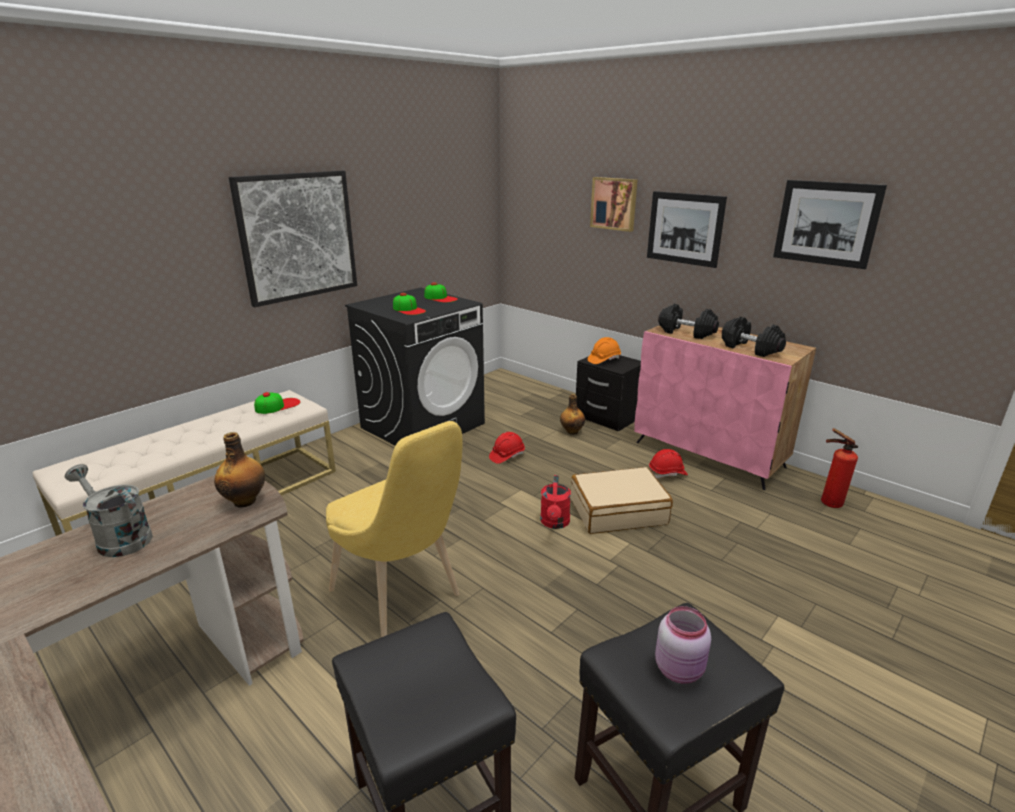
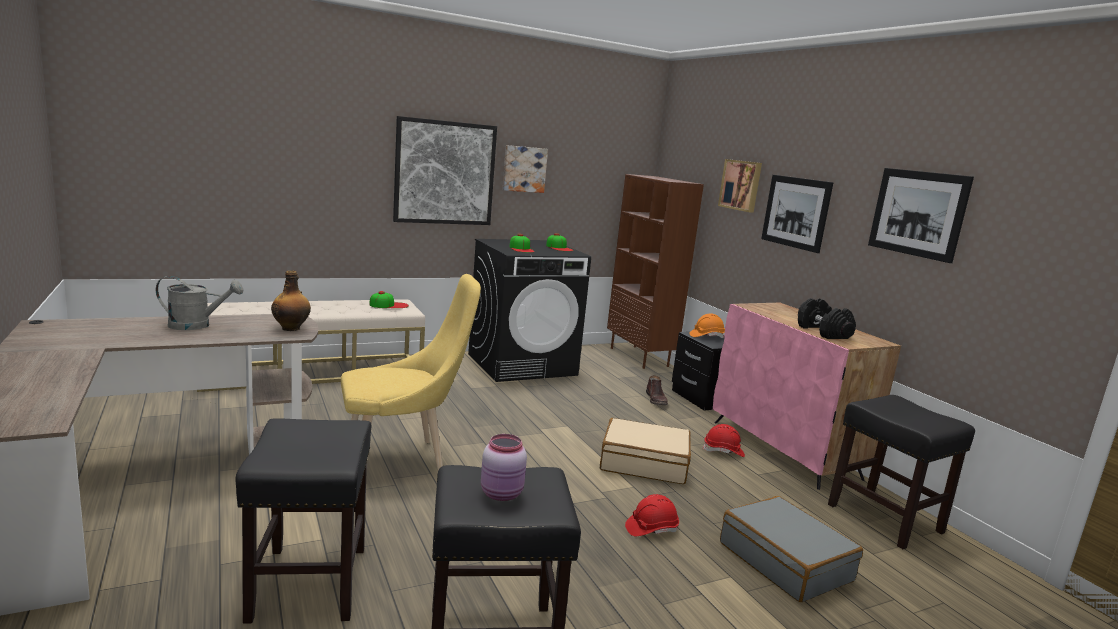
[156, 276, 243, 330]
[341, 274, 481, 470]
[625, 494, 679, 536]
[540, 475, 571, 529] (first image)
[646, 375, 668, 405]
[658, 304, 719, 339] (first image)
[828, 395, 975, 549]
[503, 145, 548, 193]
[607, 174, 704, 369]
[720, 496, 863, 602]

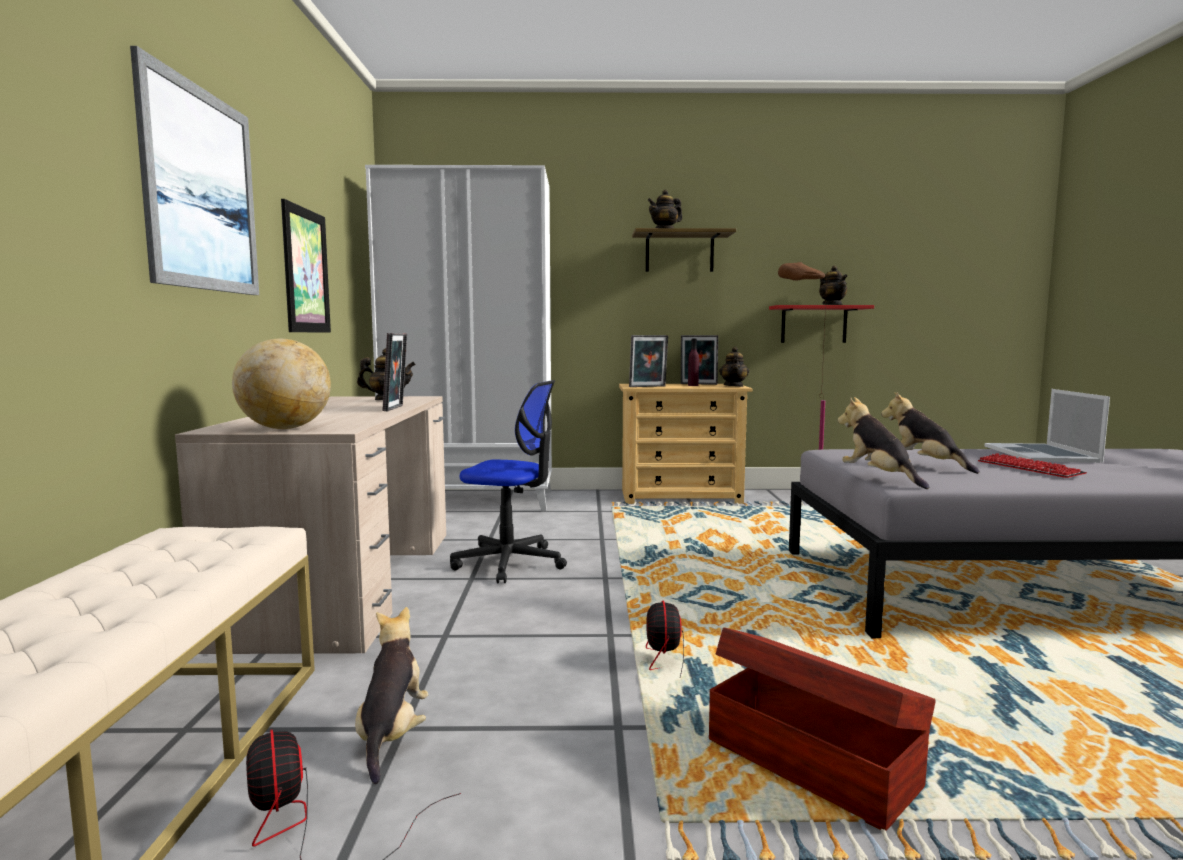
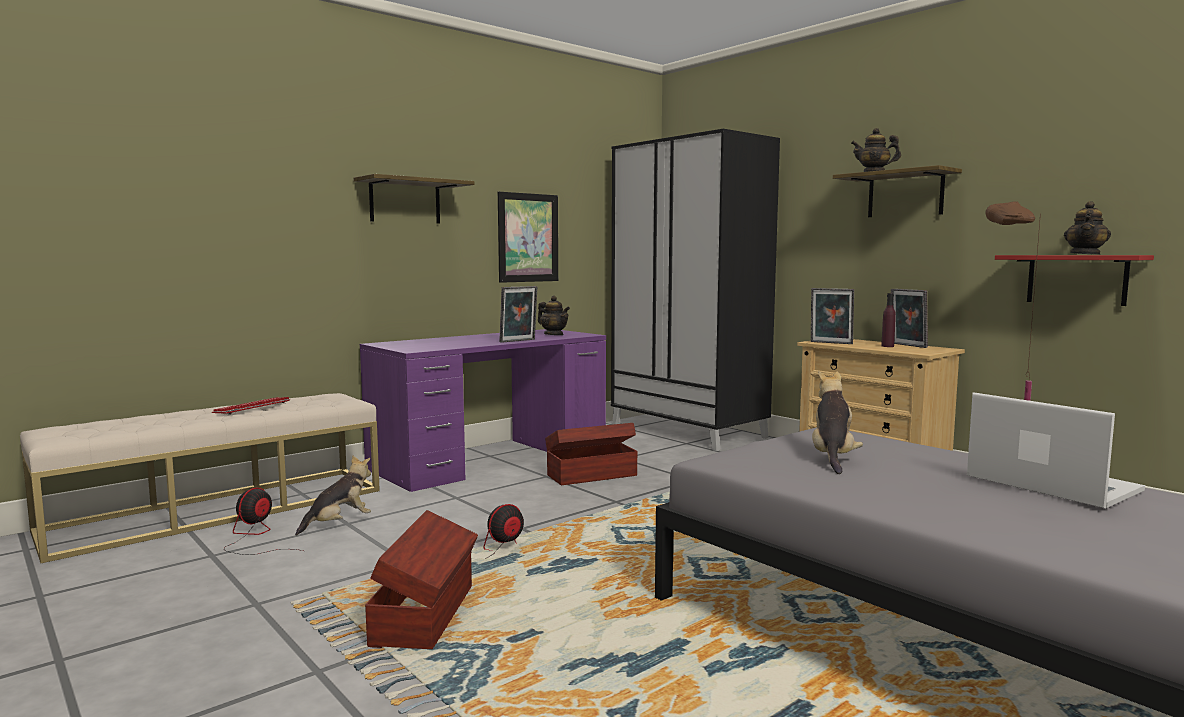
[354, 174, 475, 223]
[360, 329, 606, 492]
[232, 339, 331, 429] (first image)
[611, 129, 780, 451]
[545, 423, 637, 485]
[719, 347, 749, 387] (first image)
[838, 397, 930, 489] (first image)
[212, 397, 290, 415]
[967, 392, 1145, 508]

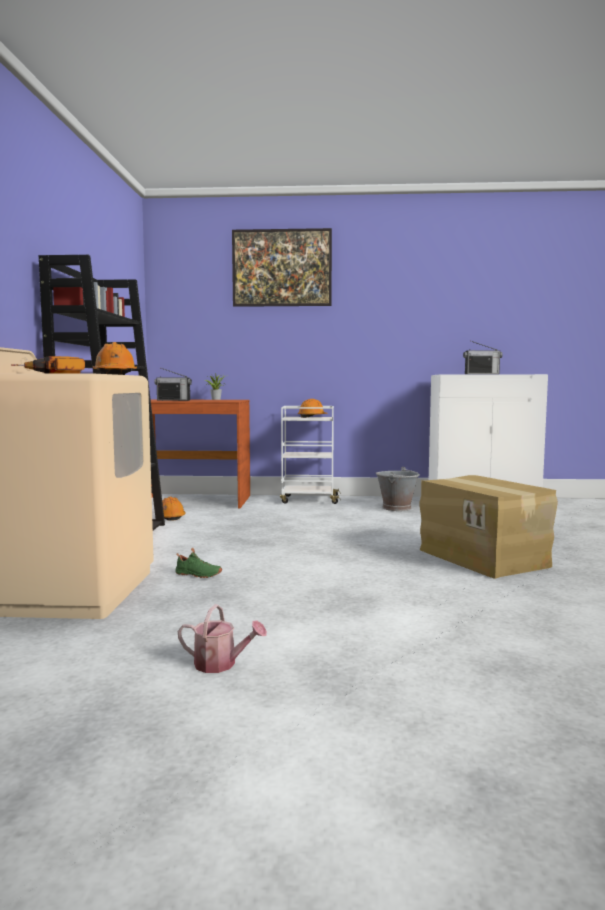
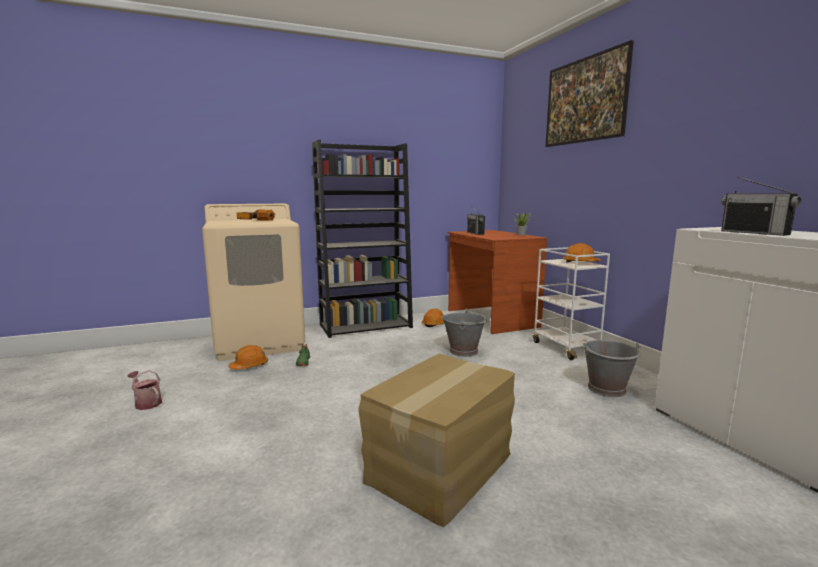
[229, 345, 268, 369]
[127, 370, 162, 410]
[441, 308, 487, 357]

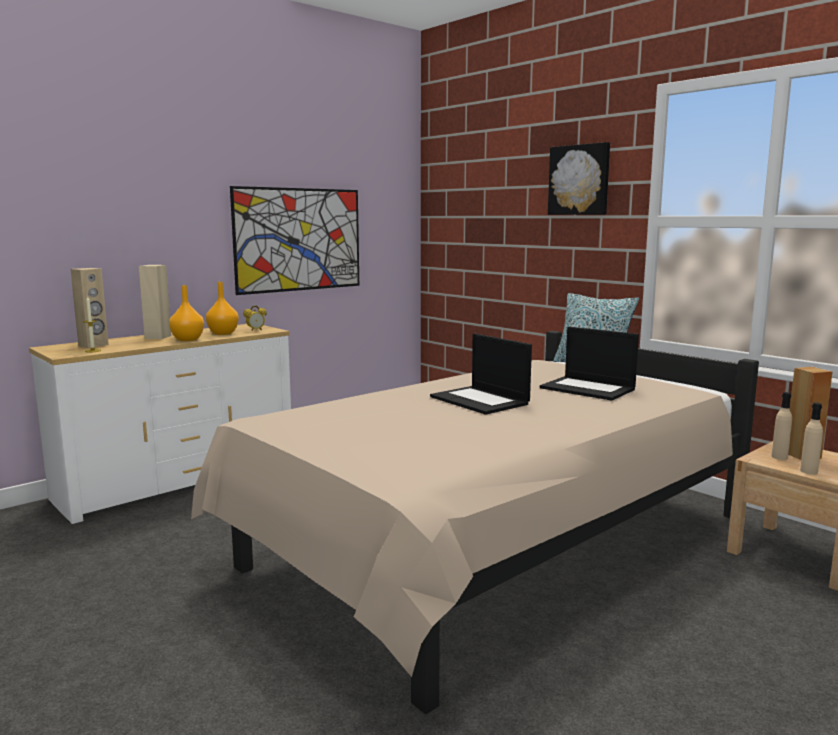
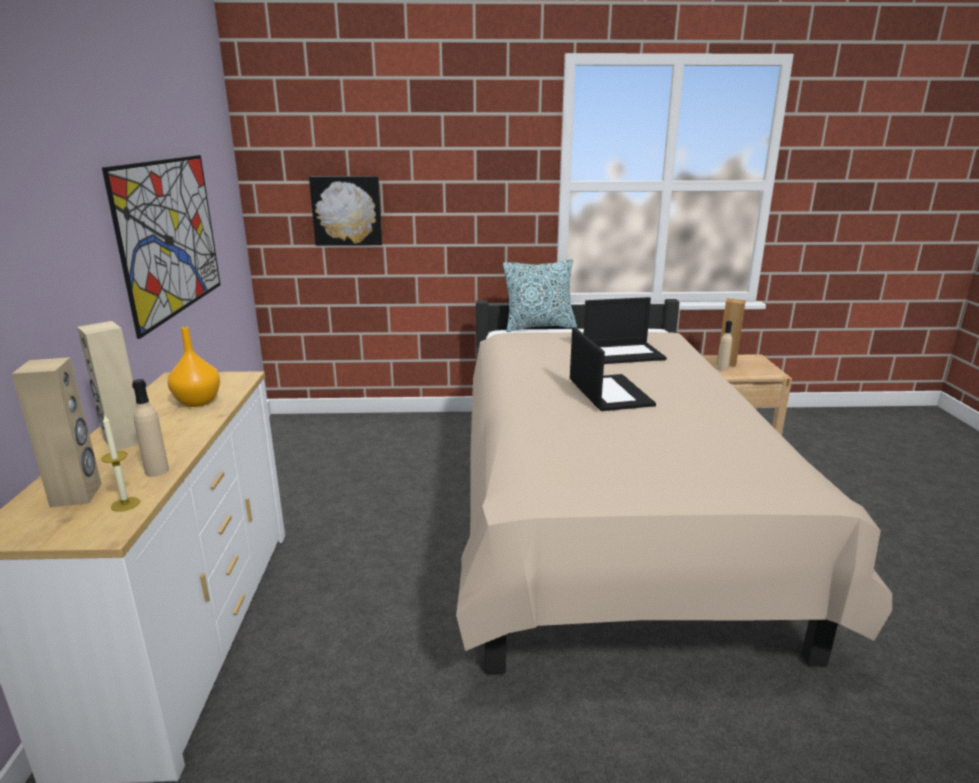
[169, 285, 204, 341] (first image)
[243, 305, 267, 331] (first image)
[570, 327, 656, 411]
[309, 176, 382, 246]
[132, 379, 169, 477]

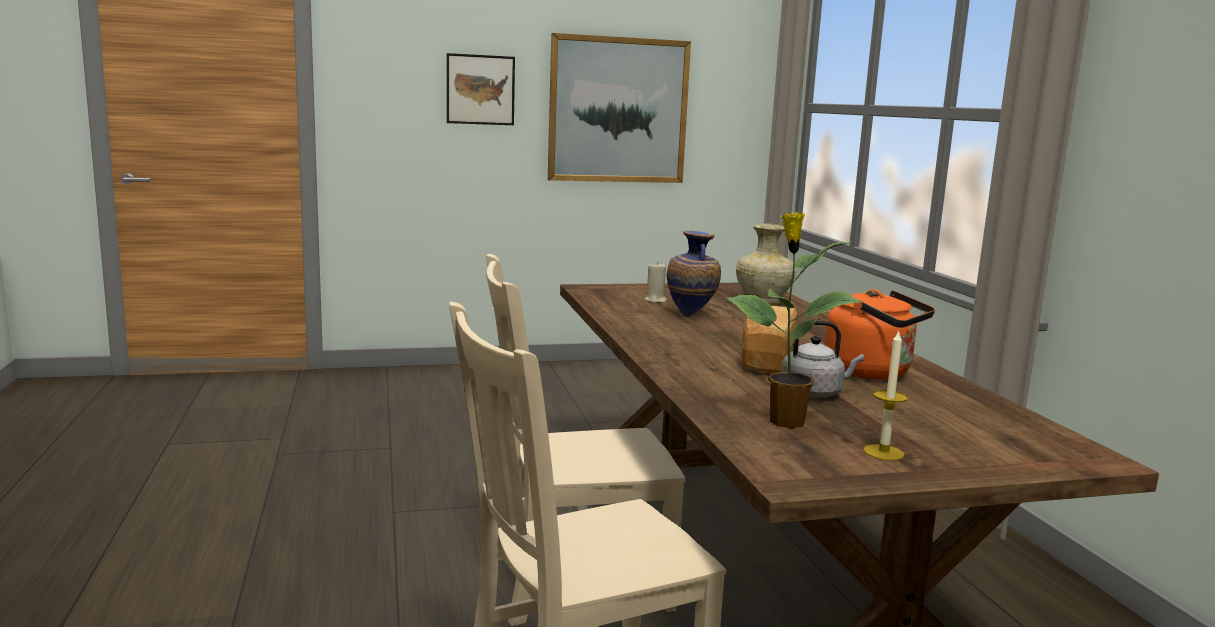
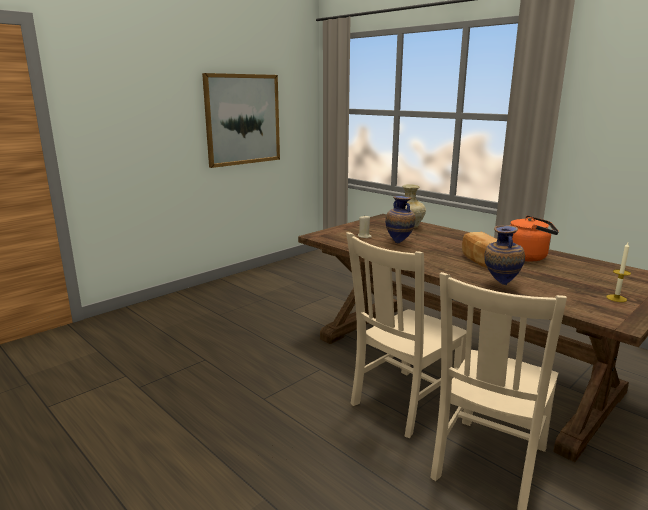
[447, 53, 515, 125] (first image)
[726, 212, 863, 428] (first image)
[781, 320, 864, 398] (first image)
[484, 225, 525, 285]

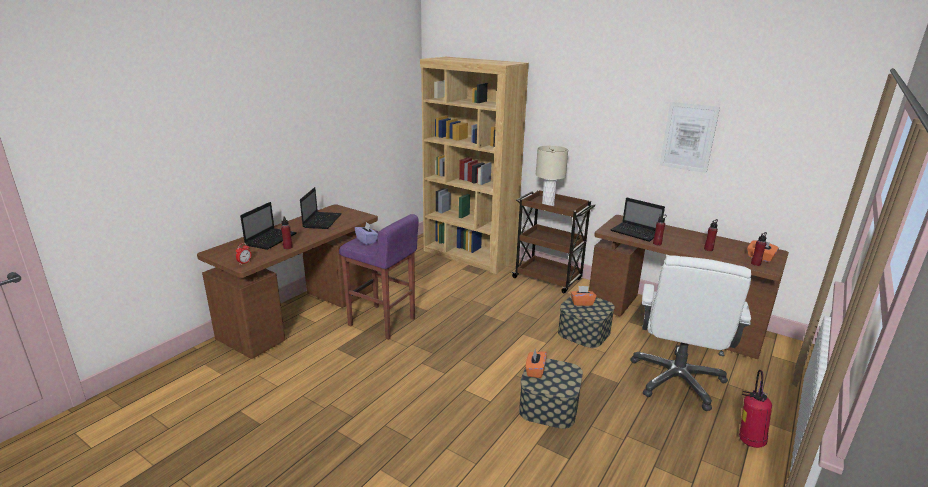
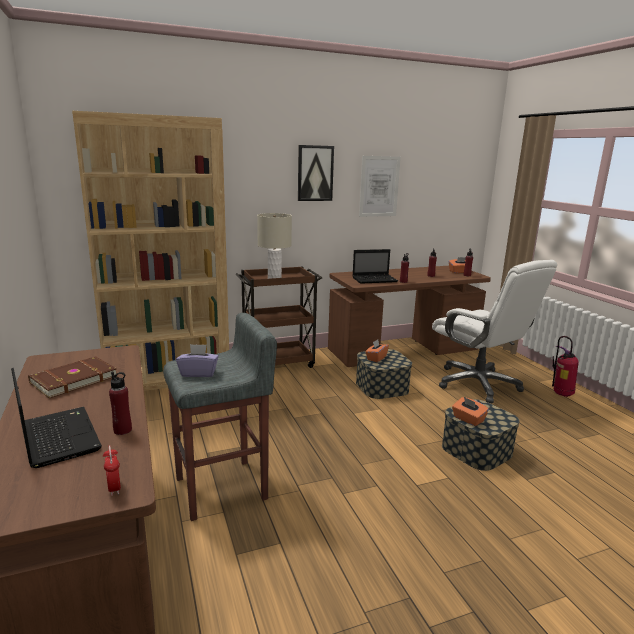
[28, 356, 118, 399]
[163, 313, 277, 521]
[298, 145, 334, 201]

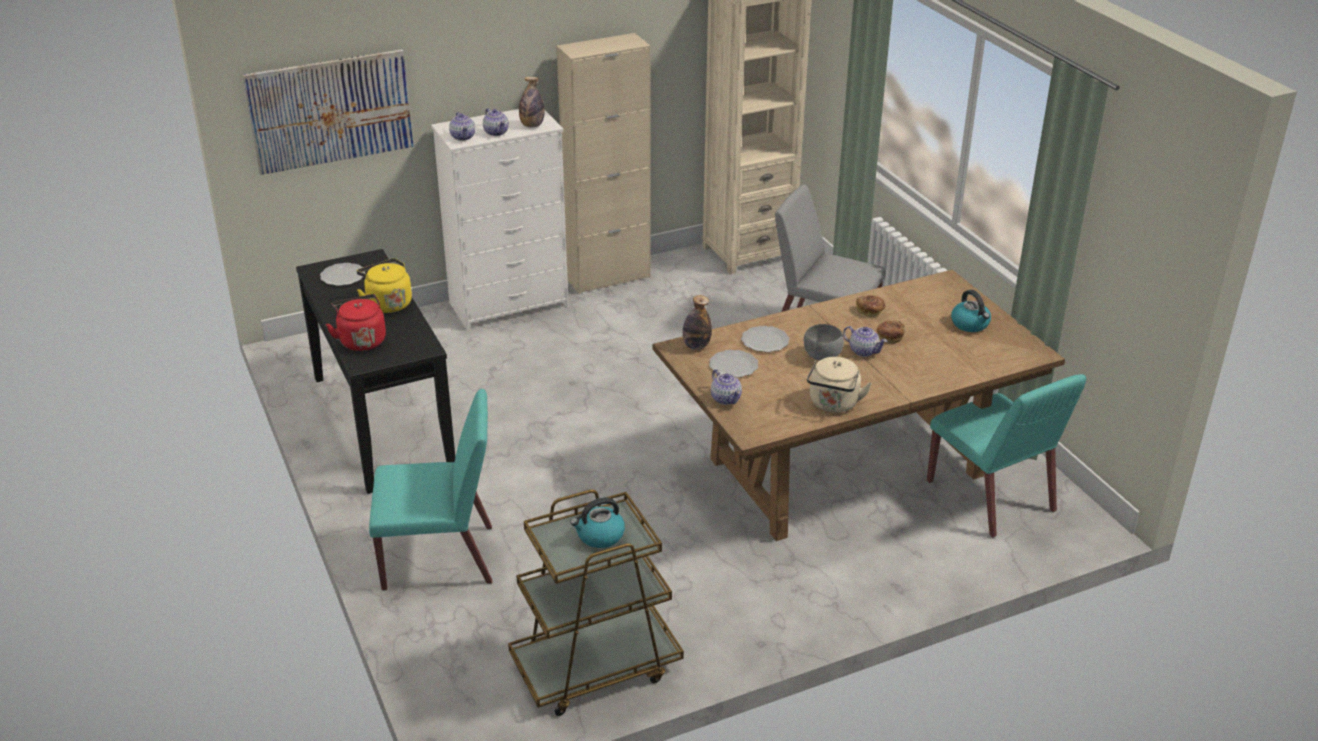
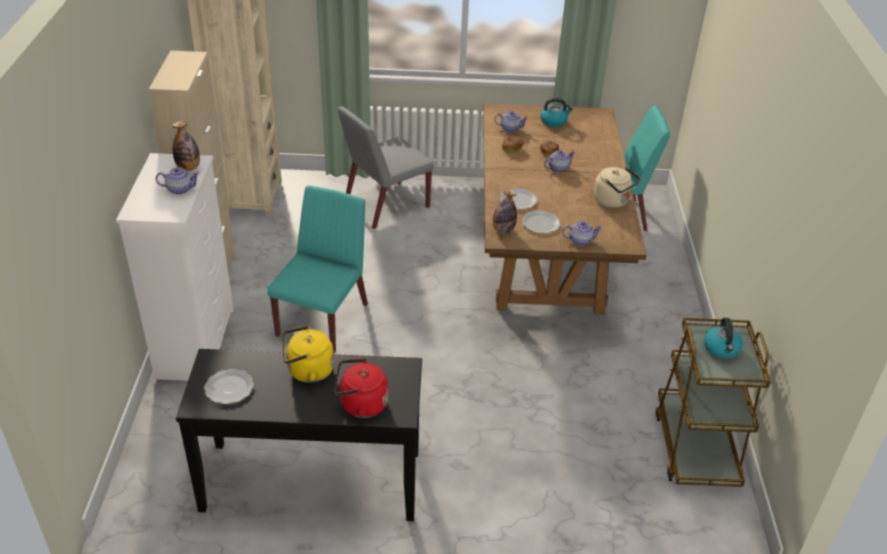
[243, 49, 413, 175] (first image)
[268, 186, 368, 353]
[494, 111, 529, 132]
[804, 324, 844, 361] (first image)

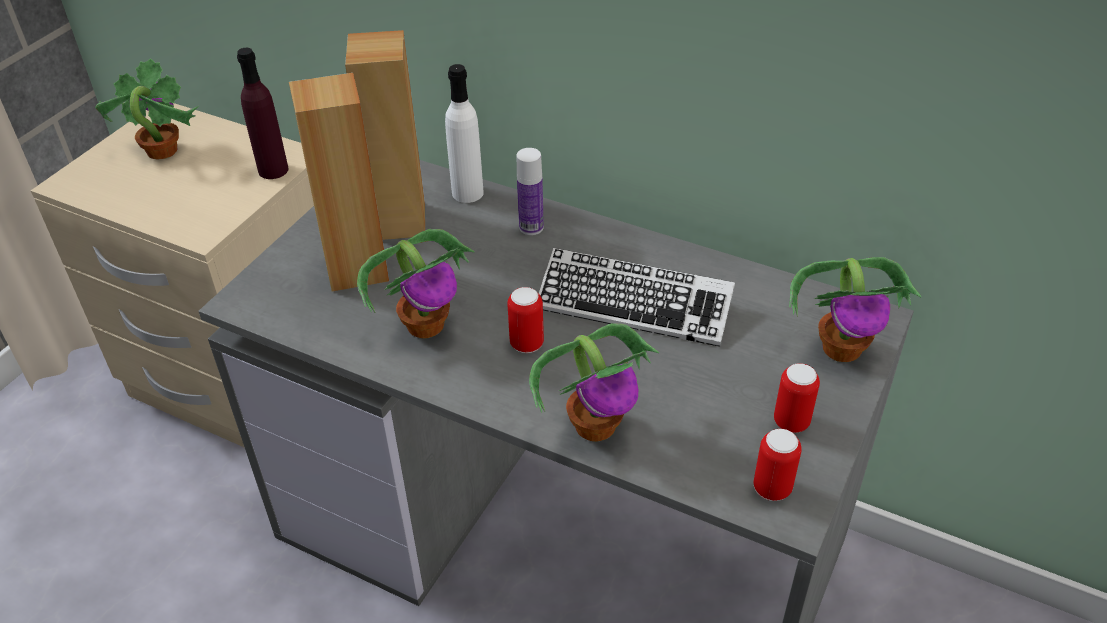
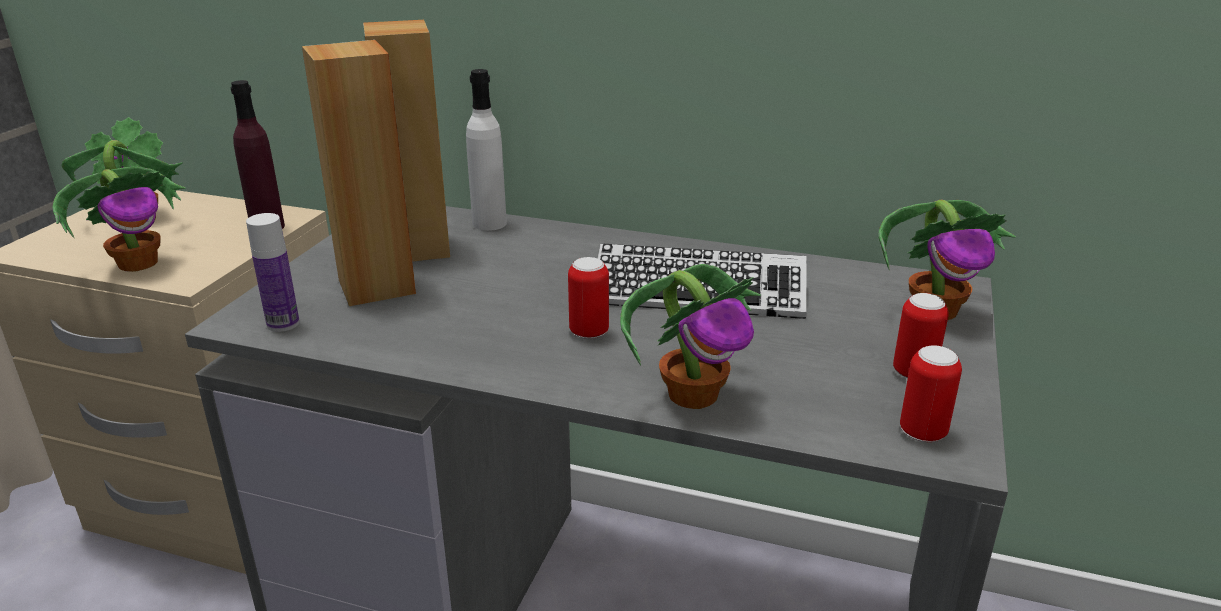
[53, 167, 185, 272]
[246, 213, 300, 332]

